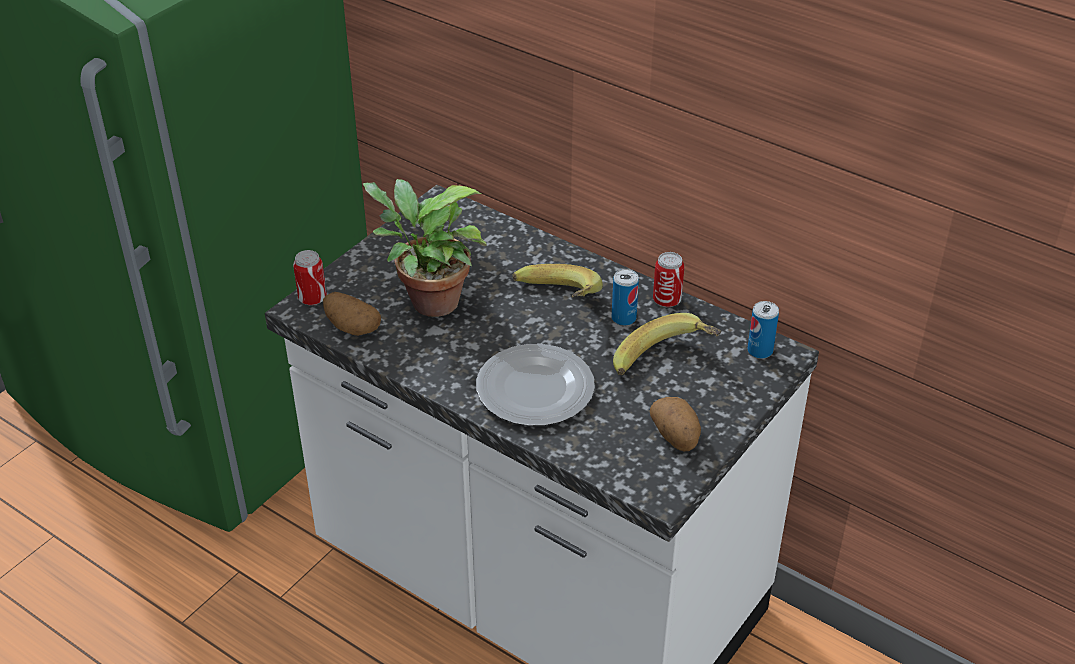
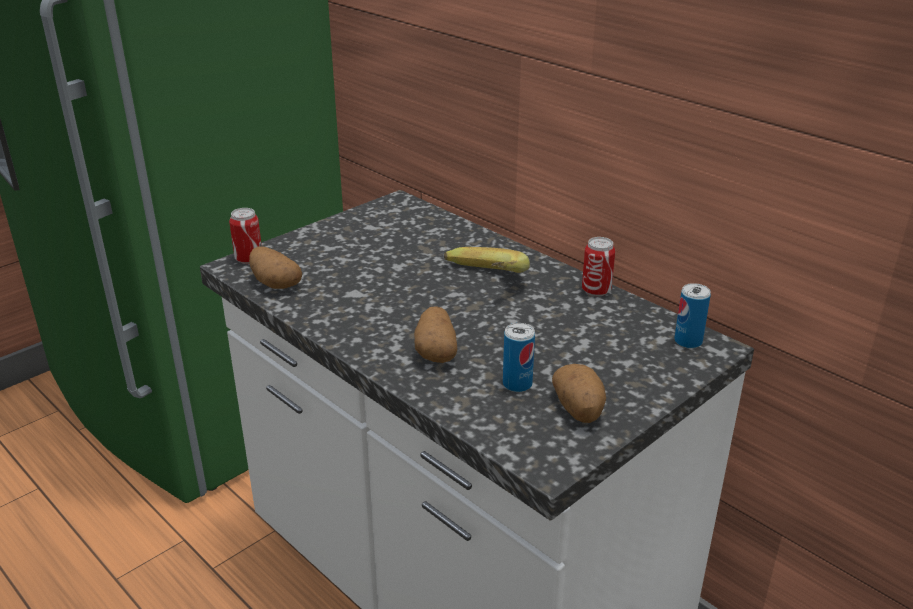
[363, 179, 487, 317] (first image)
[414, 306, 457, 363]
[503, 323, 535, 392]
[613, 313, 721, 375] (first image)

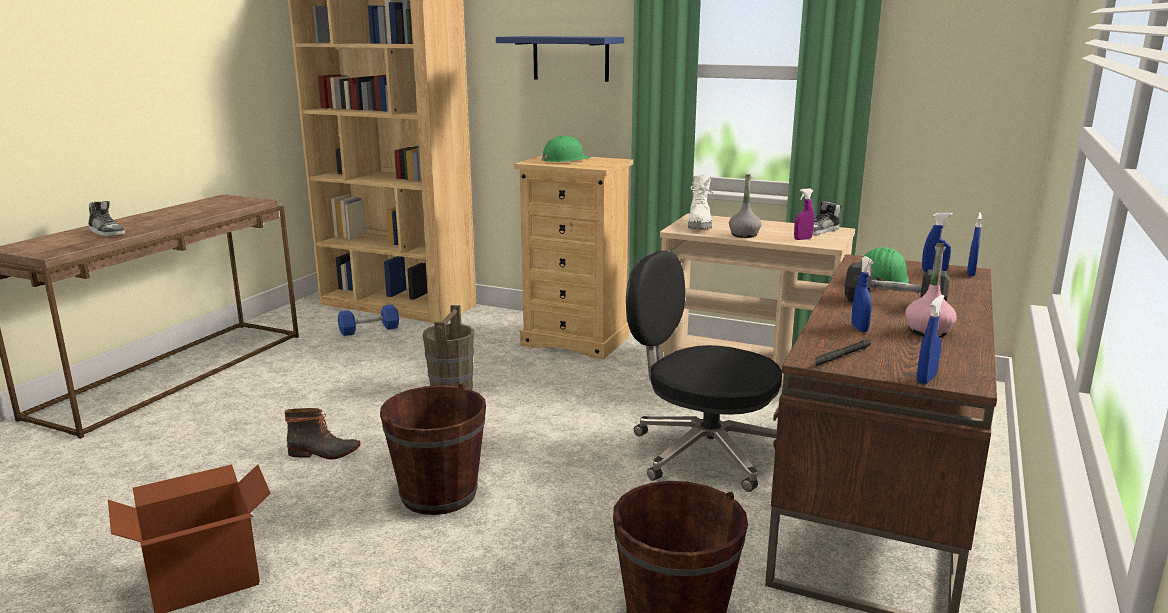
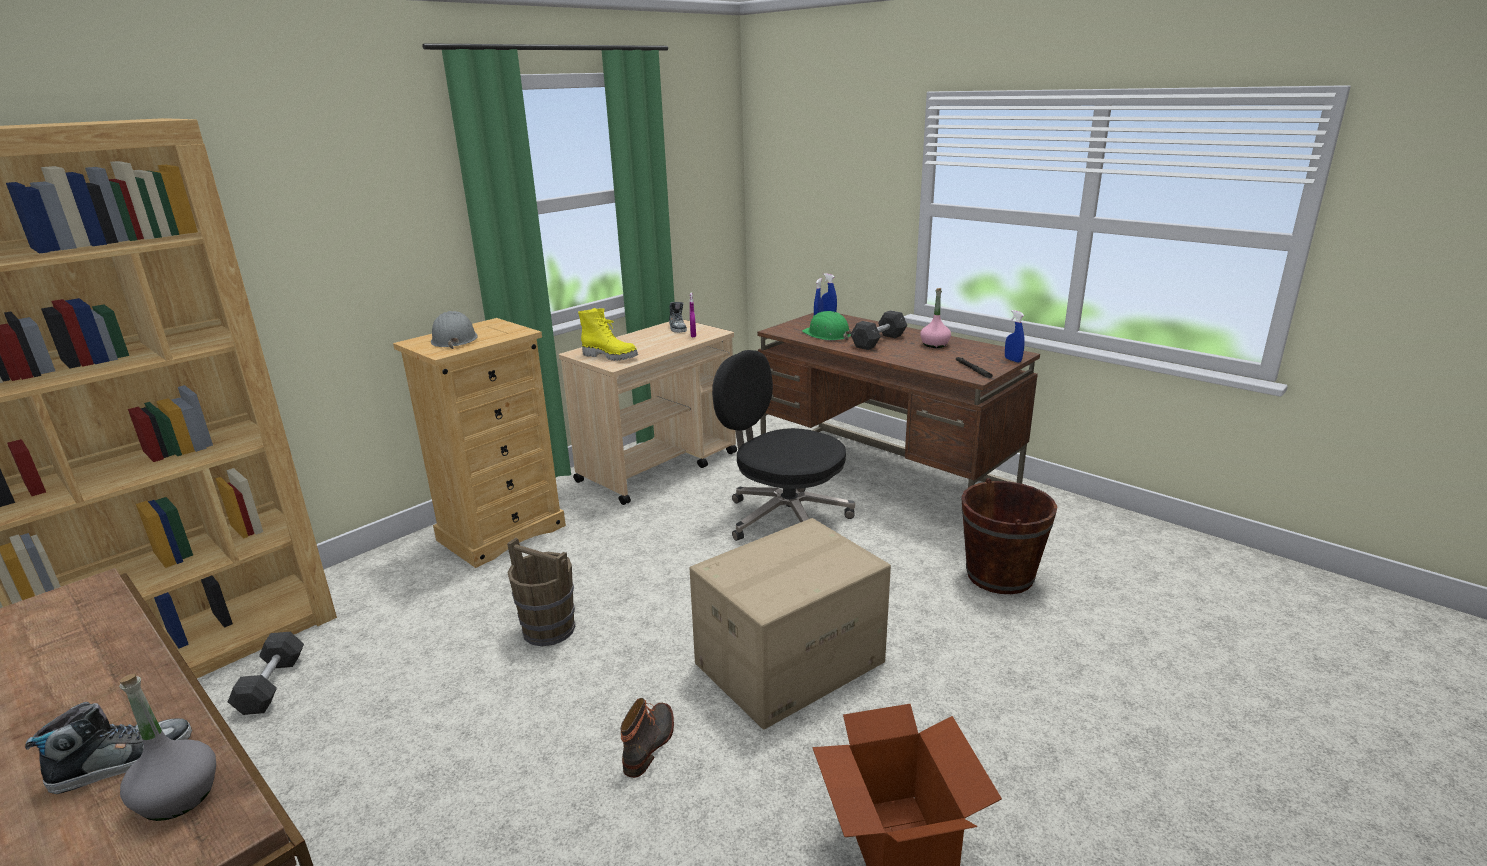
[228, 632, 304, 715]
[690, 518, 891, 730]
[496, 36, 624, 82] (first image)
[431, 311, 478, 349]
[712, 350, 855, 541]
[578, 308, 638, 361]
[119, 674, 216, 821]
[851, 256, 873, 332] (first image)

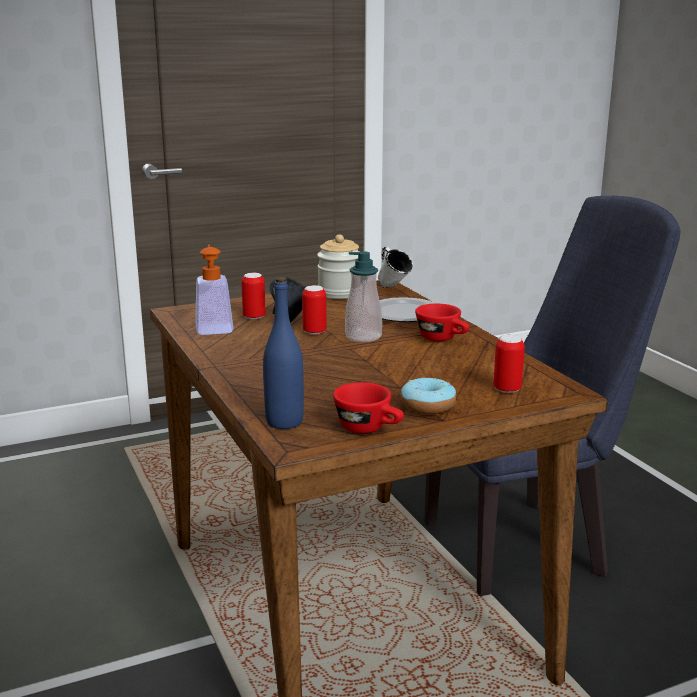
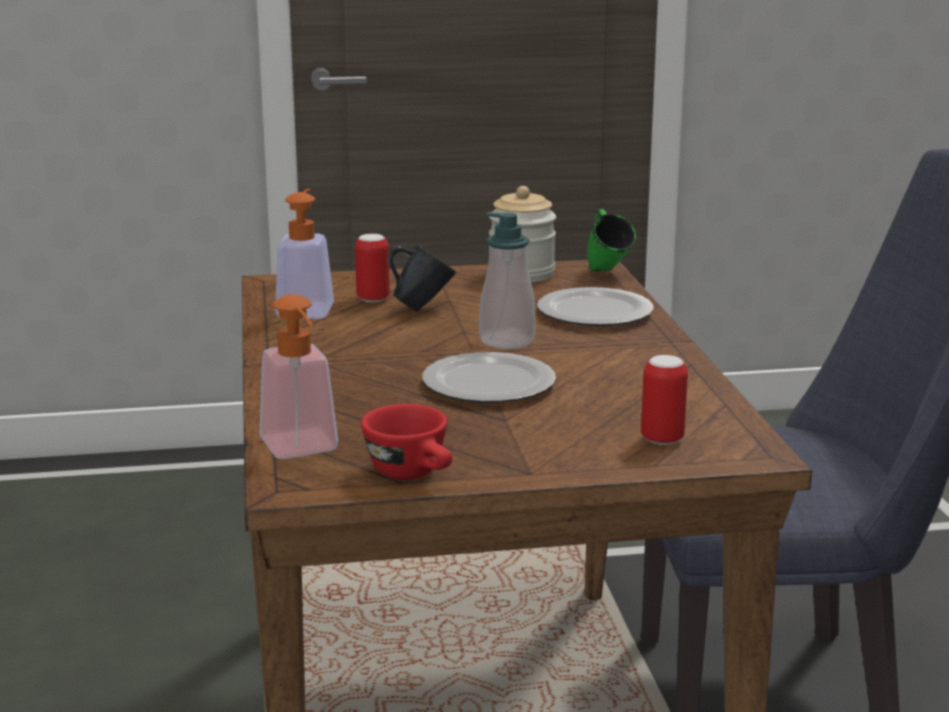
[259, 294, 338, 459]
[302, 285, 327, 335] (first image)
[587, 209, 636, 271]
[400, 377, 456, 414] (first image)
[415, 304, 470, 341] (first image)
[422, 352, 556, 402]

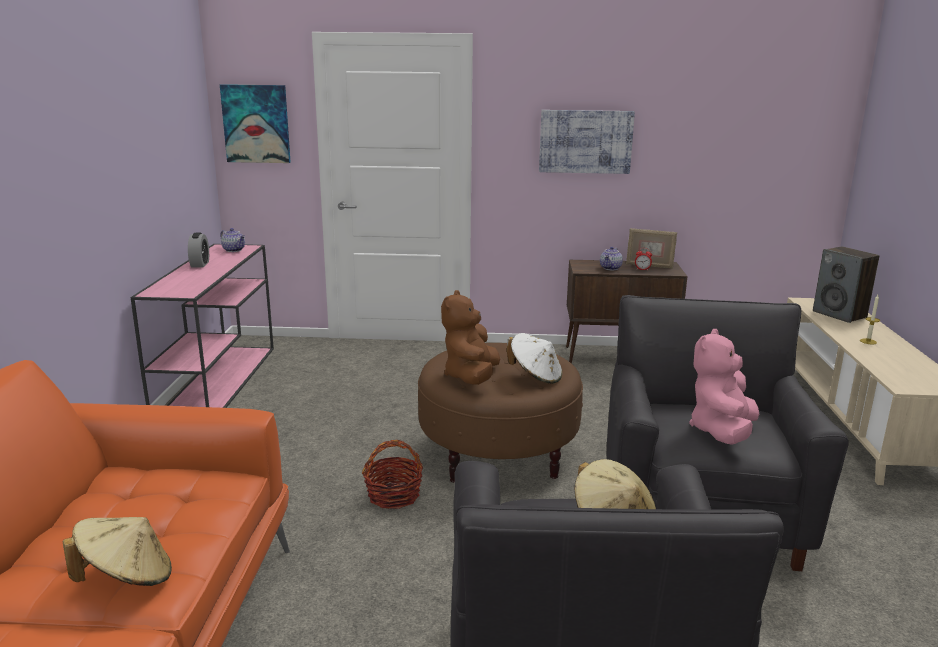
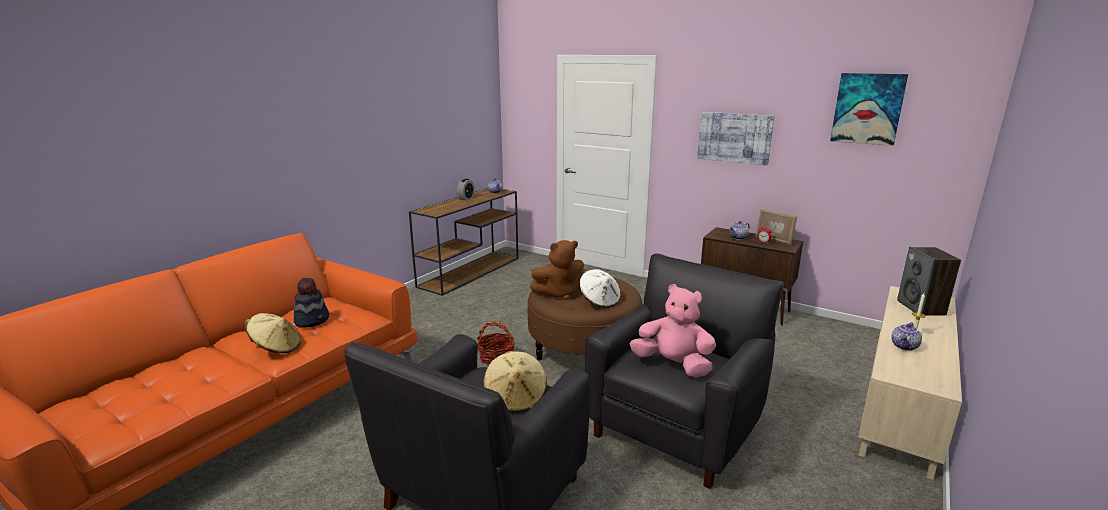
[409, 188, 518, 296]
[830, 73, 908, 146]
[530, 240, 586, 300]
[630, 284, 716, 378]
[294, 277, 329, 328]
[891, 322, 922, 351]

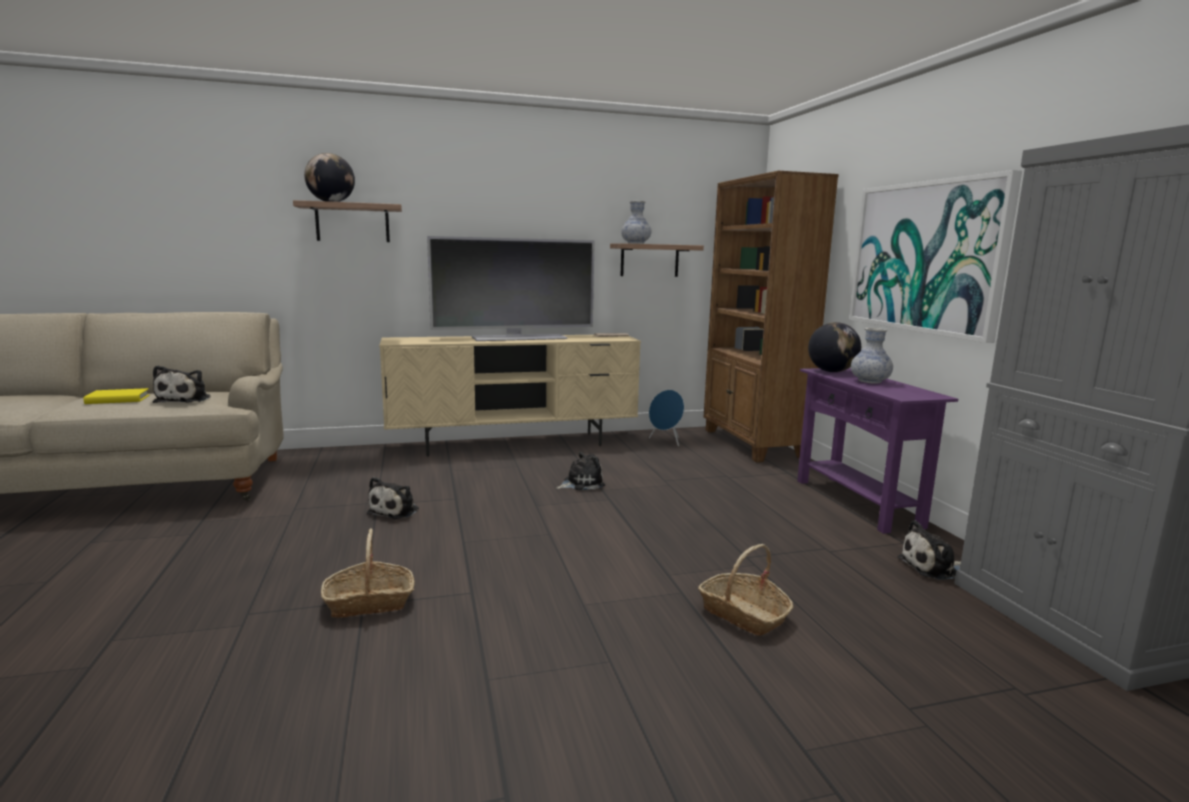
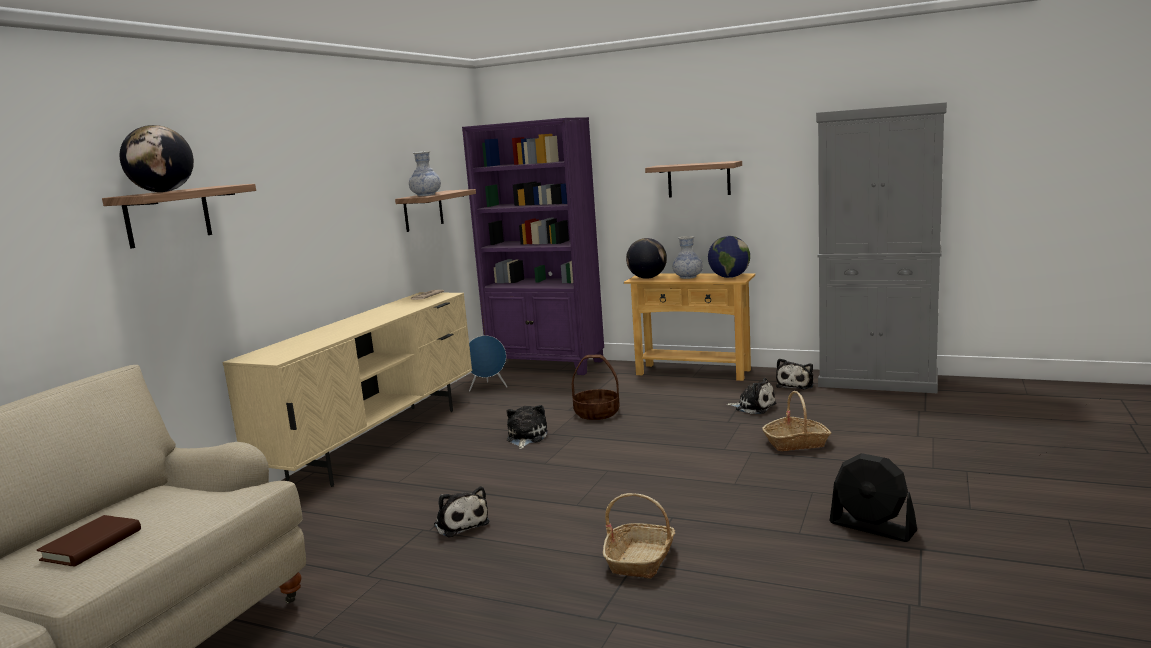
[36, 515, 141, 567]
[726, 378, 777, 414]
[427, 236, 595, 341] (first image)
[462, 117, 604, 375]
[624, 273, 755, 381]
[645, 161, 742, 197]
[572, 354, 620, 420]
[708, 236, 750, 278]
[829, 453, 917, 542]

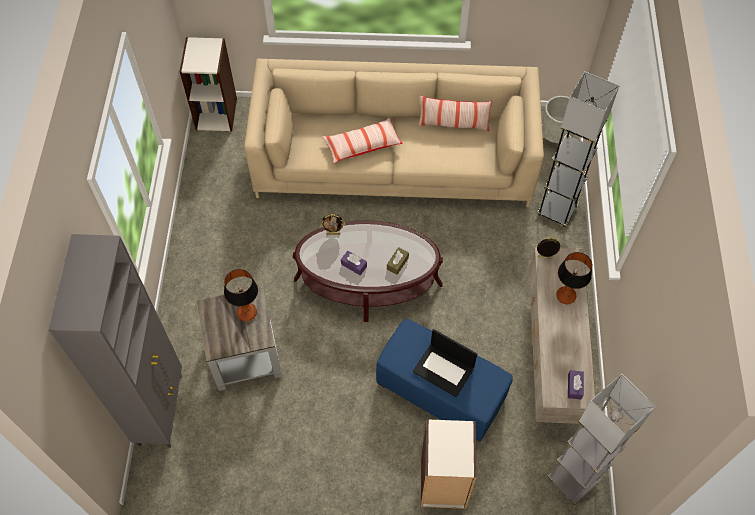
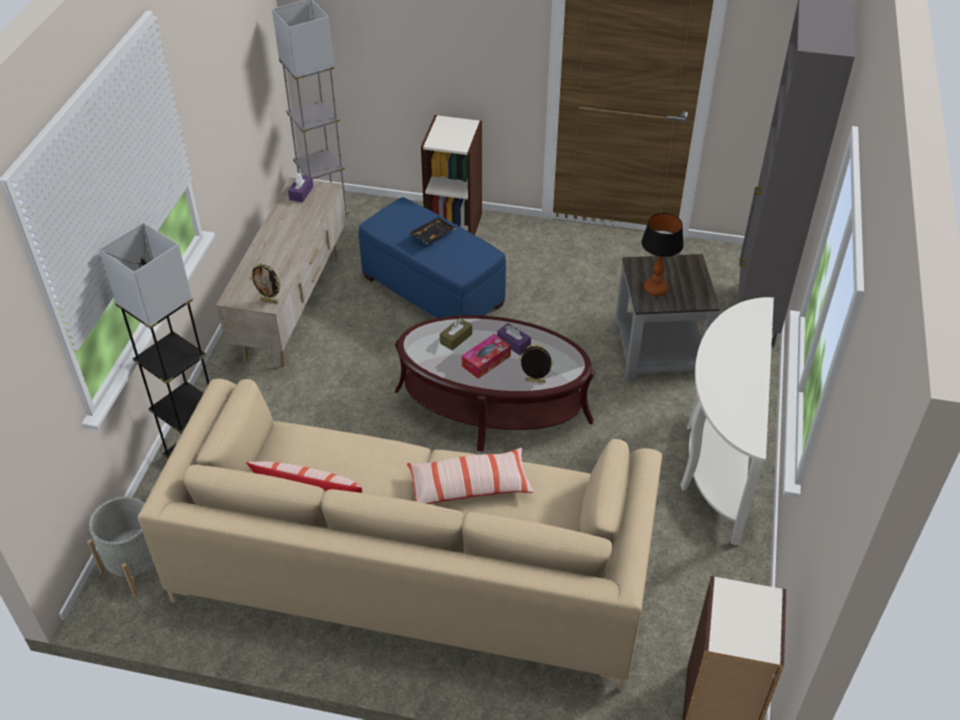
[408, 217, 456, 244]
[556, 252, 592, 304] (first image)
[462, 334, 511, 379]
[680, 297, 774, 545]

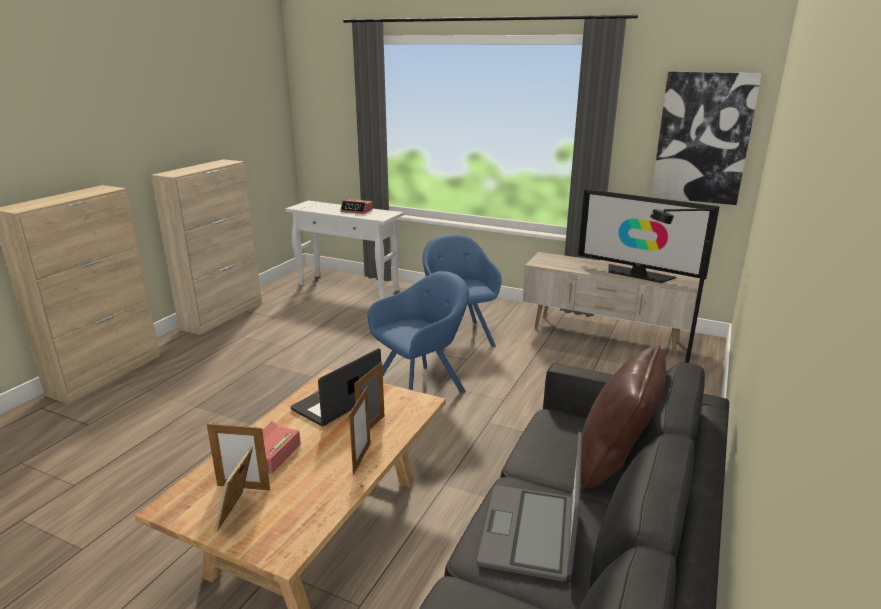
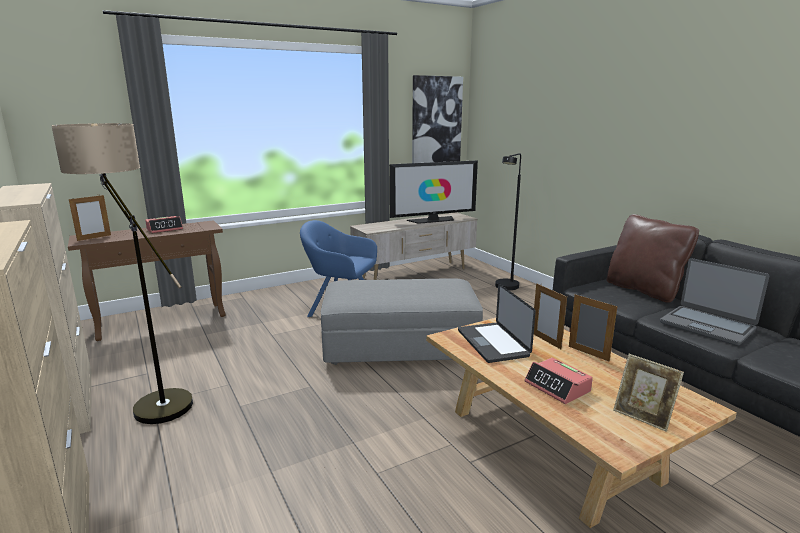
[69, 195, 111, 241]
[68, 220, 226, 341]
[321, 279, 483, 365]
[51, 123, 193, 424]

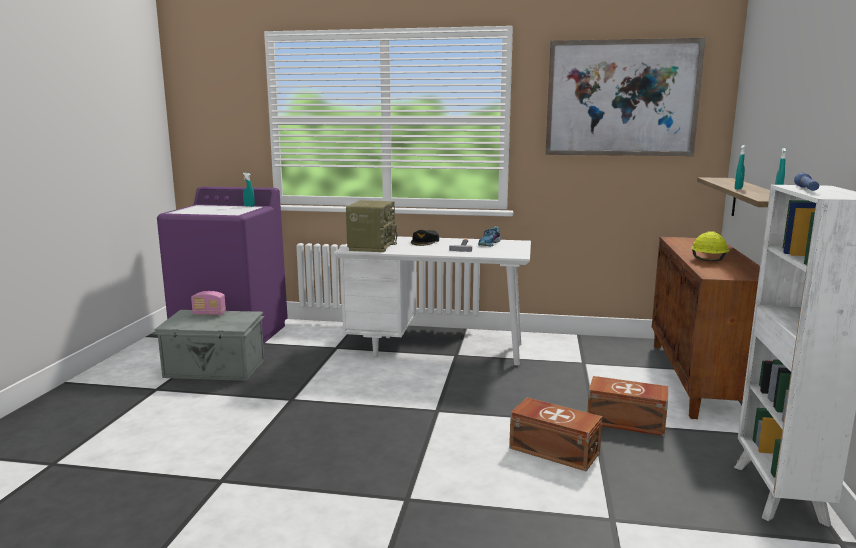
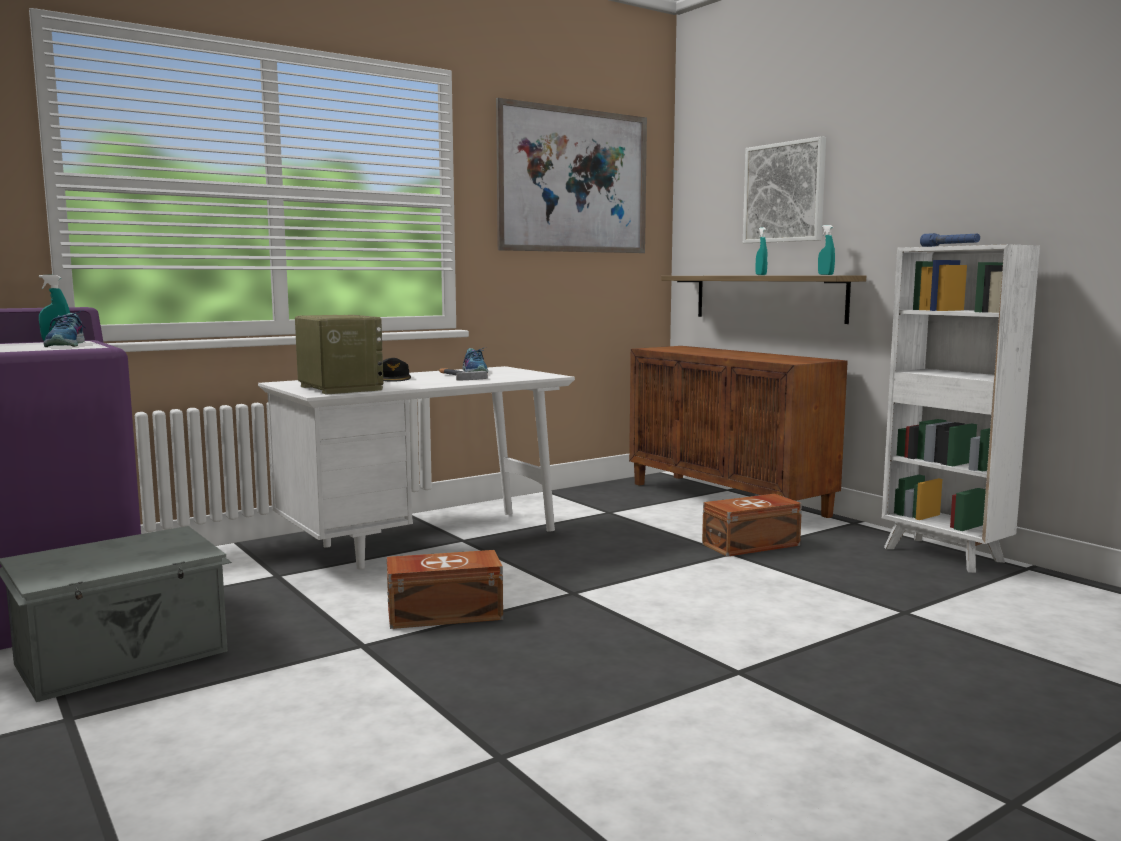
[191, 291, 226, 315] (first image)
[387, 550, 503, 629]
[691, 231, 730, 261] (first image)
[43, 311, 85, 347]
[743, 136, 826, 243]

